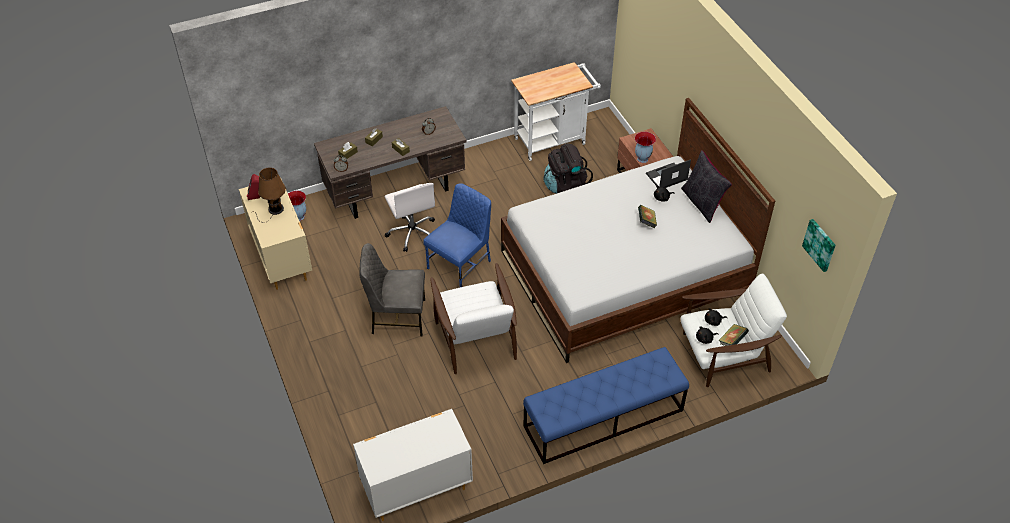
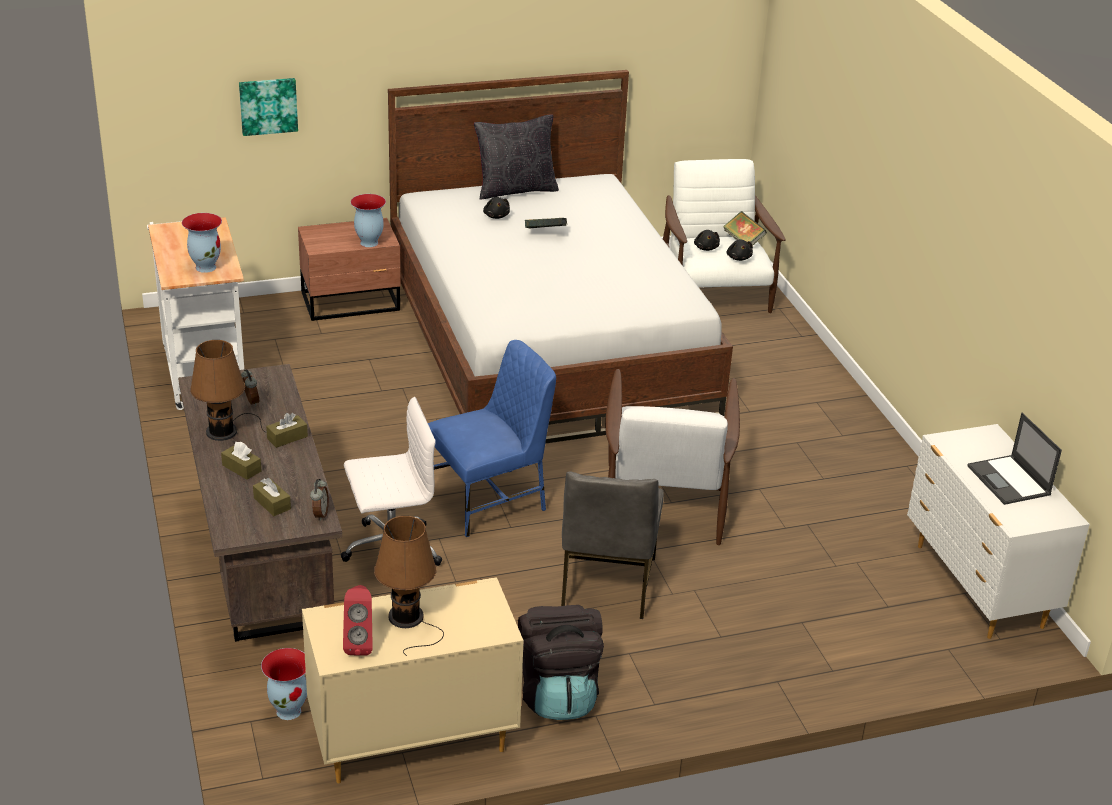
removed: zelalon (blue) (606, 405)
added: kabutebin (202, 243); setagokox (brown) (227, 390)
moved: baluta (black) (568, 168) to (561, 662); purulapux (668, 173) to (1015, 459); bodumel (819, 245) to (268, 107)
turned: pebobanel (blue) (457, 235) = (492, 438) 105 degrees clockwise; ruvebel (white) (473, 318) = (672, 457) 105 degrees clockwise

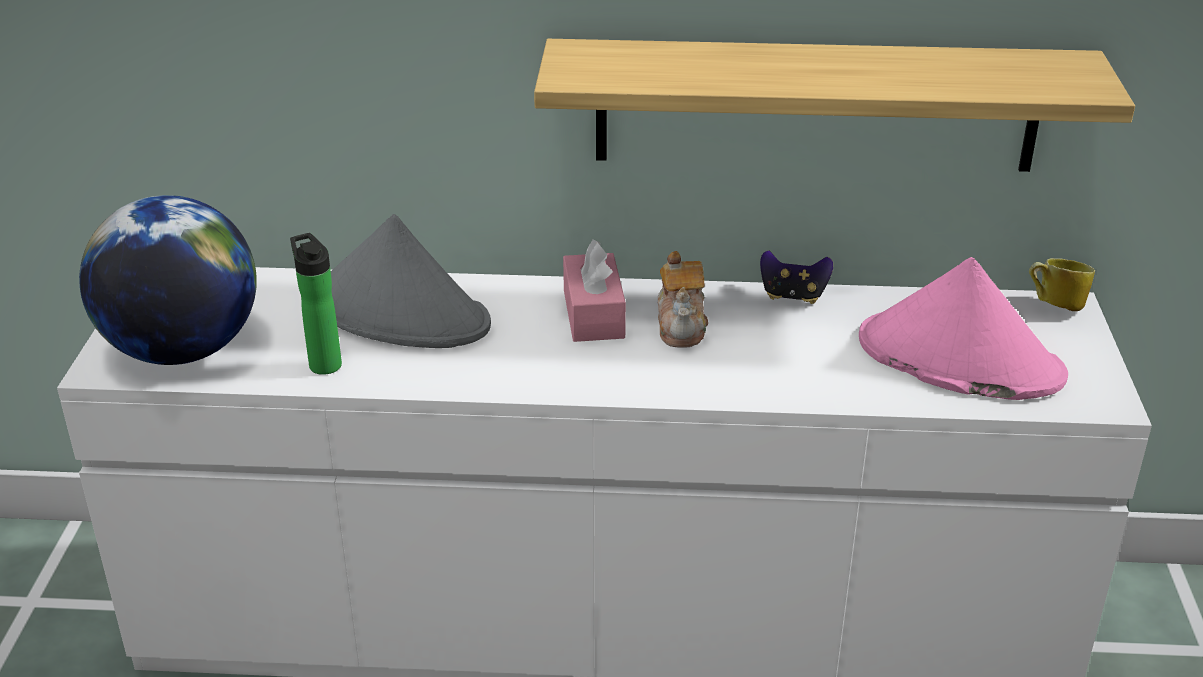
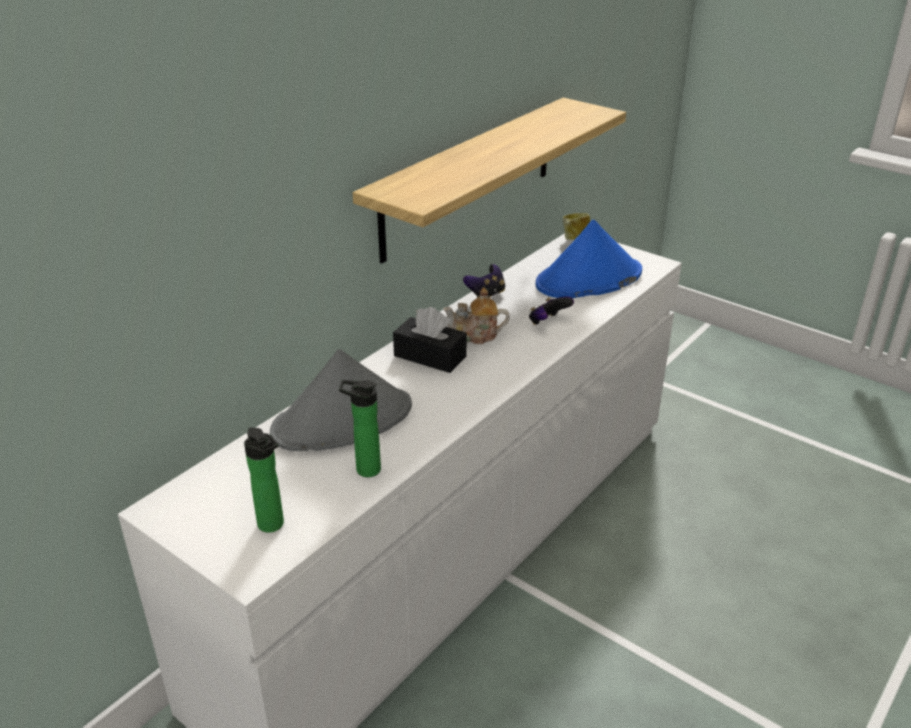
added: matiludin (551, 310)
replaced: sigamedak (168, 280) to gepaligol (264, 480)
recoloured: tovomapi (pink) (594, 290) to tovomapi (black) (430, 340); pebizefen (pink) (963, 328) to pebizefen (blue) (588, 259)
turned: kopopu (683, 299) = (476, 315) 150 degrees clockwise

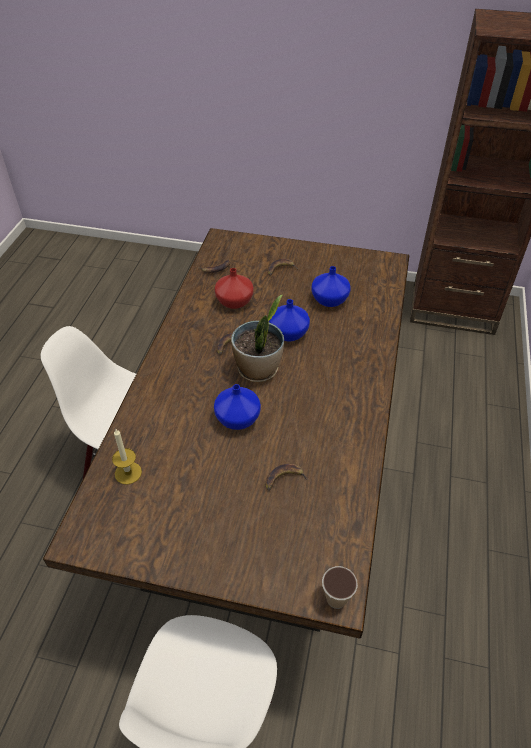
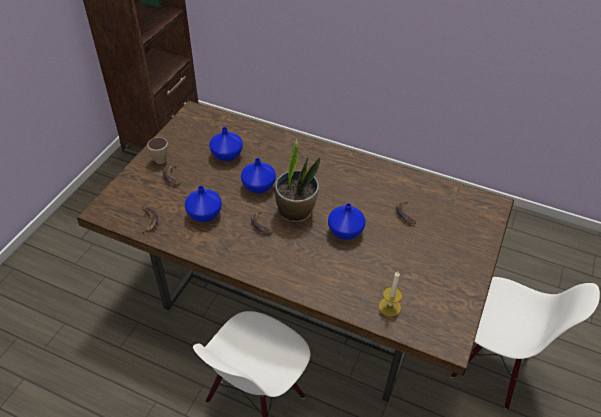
moved: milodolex (340, 587) to (157, 150)
recoloured: kabutebin (red) (234, 288) to kabutebin (blue) (203, 204)

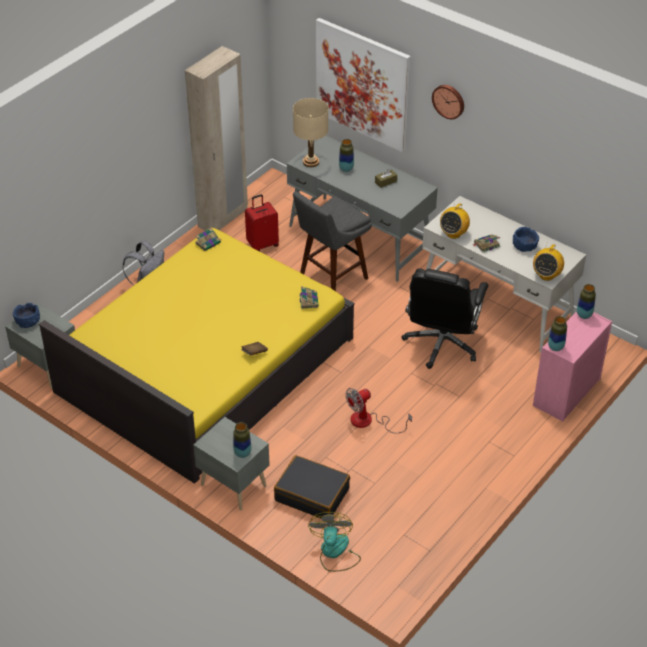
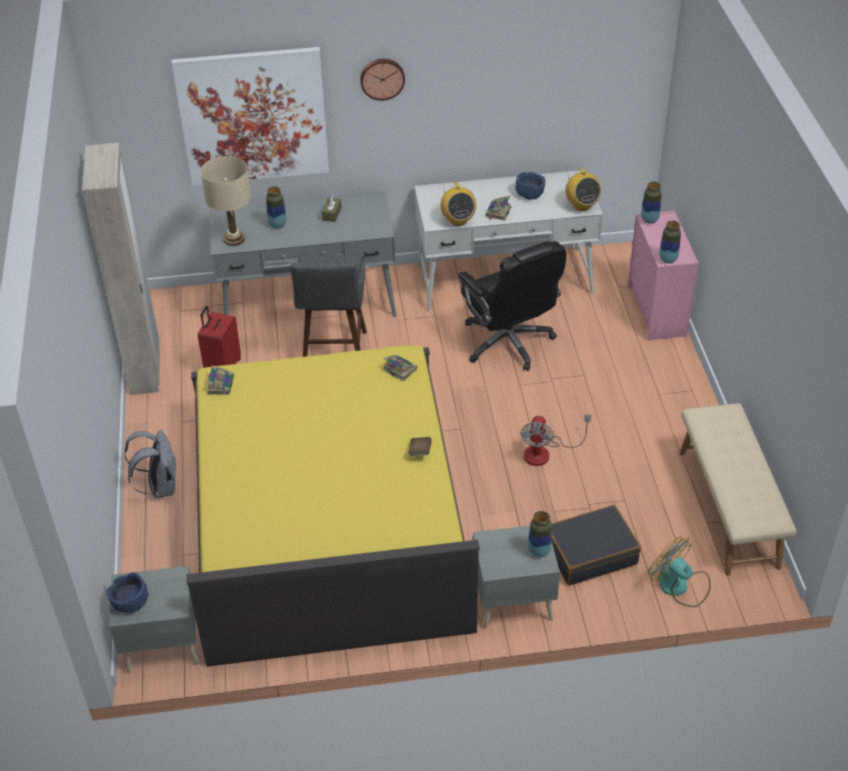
added: zelalon (beige) (738, 489)

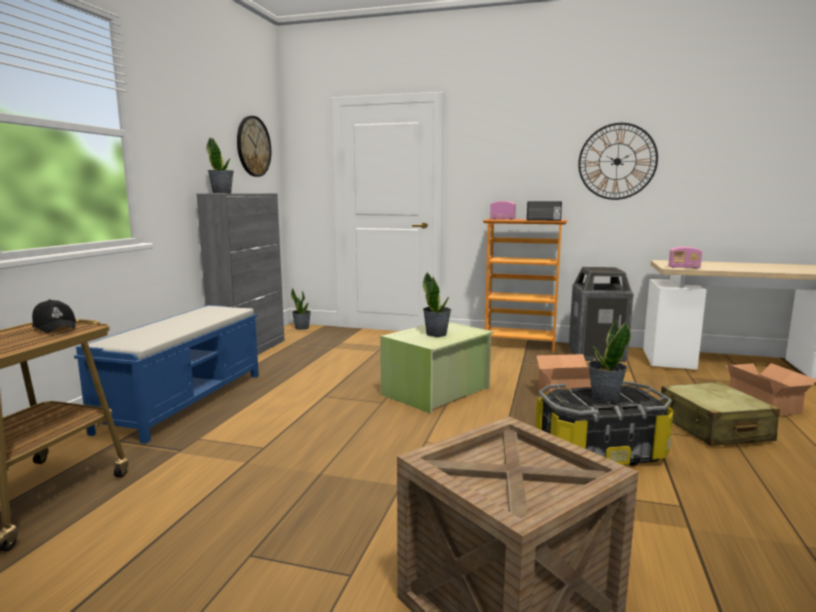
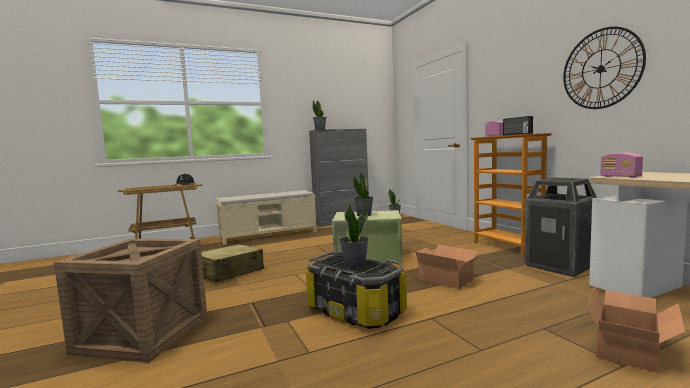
removed: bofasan (254, 146)
moved: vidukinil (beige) (720, 414) to (232, 263)
recoloured: zelalon (blue) (166, 374) to zelalon (beige) (266, 217)

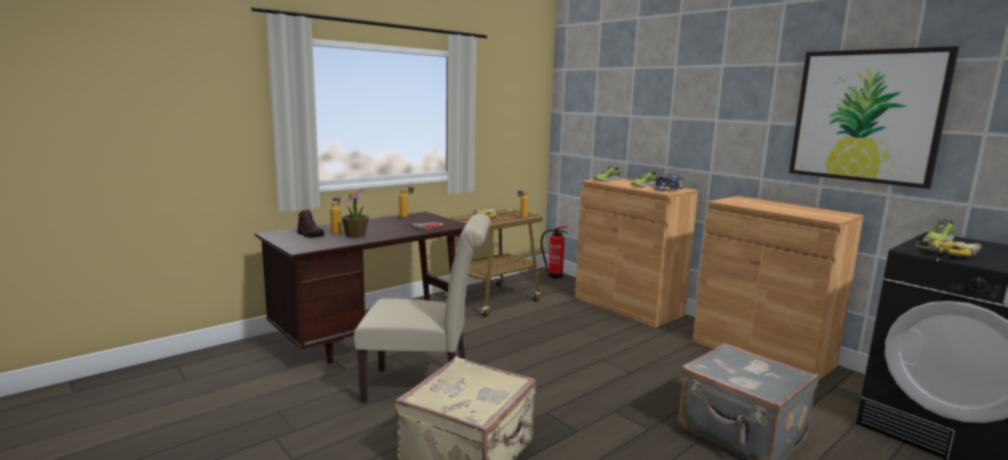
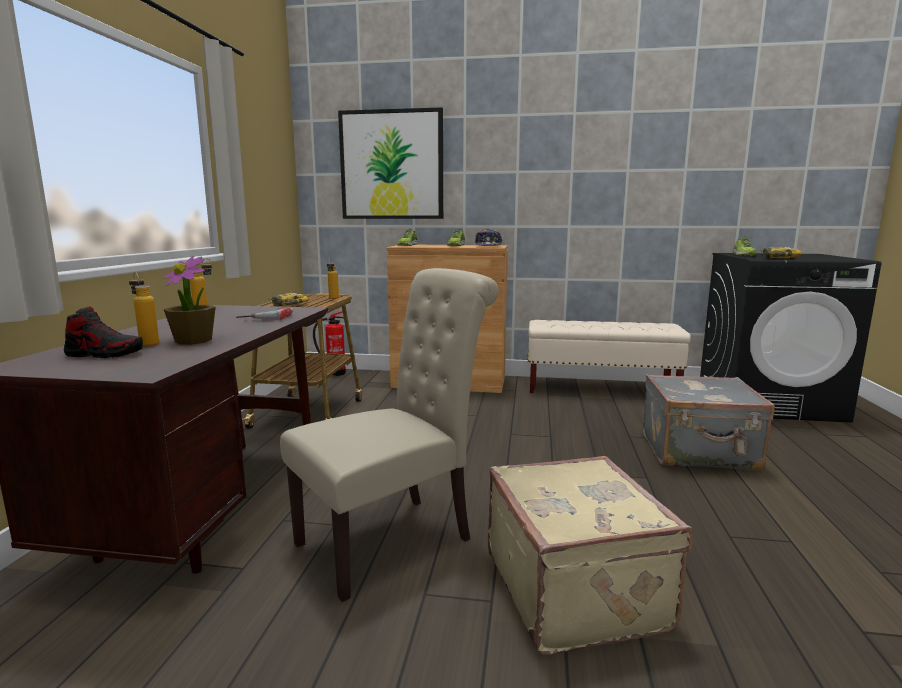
moved: bodumel (874, 117) to (390, 163)
replaced: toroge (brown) (778, 288) to zelalon (beige) (609, 356)

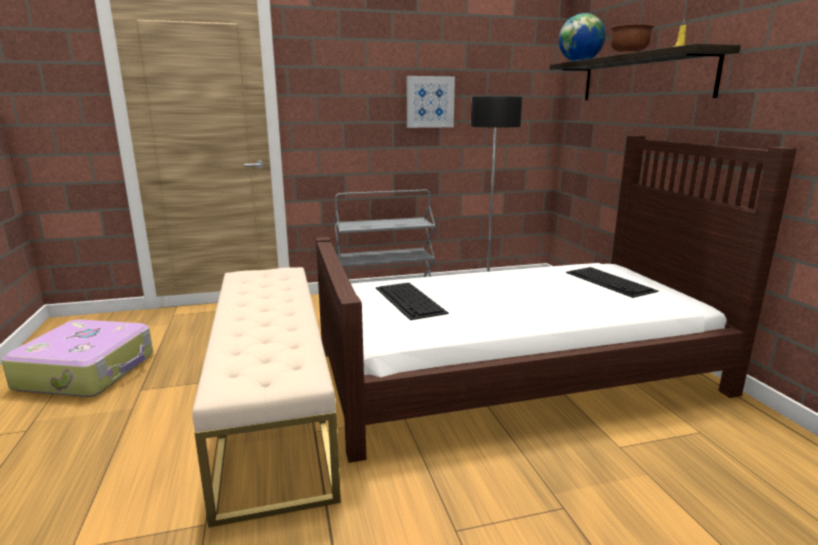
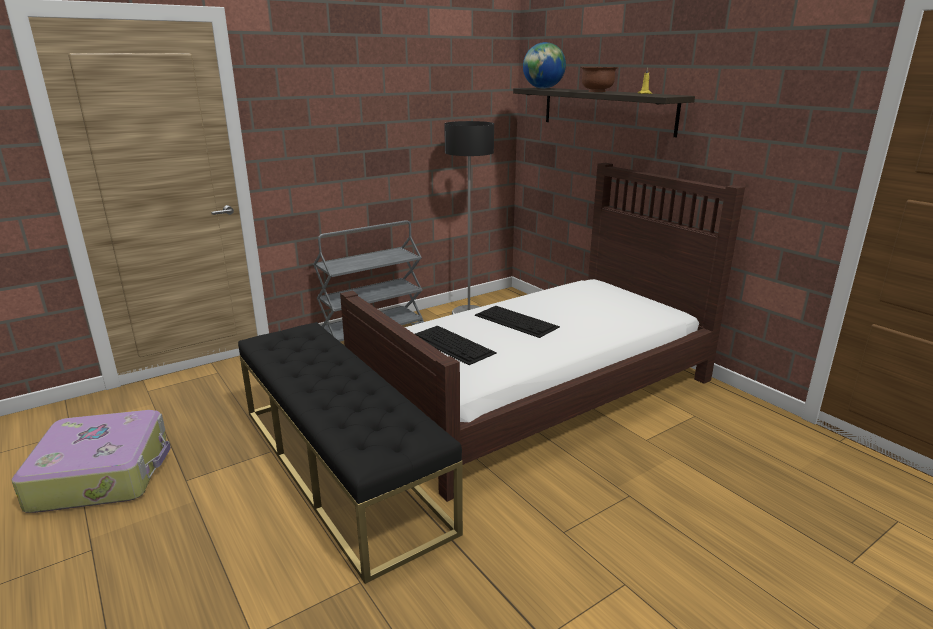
removed: bodumel (431, 102)
moved: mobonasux (612, 282) to (517, 322)
recoloured: zelalon (beige) (266, 397) to zelalon (black) (350, 453)

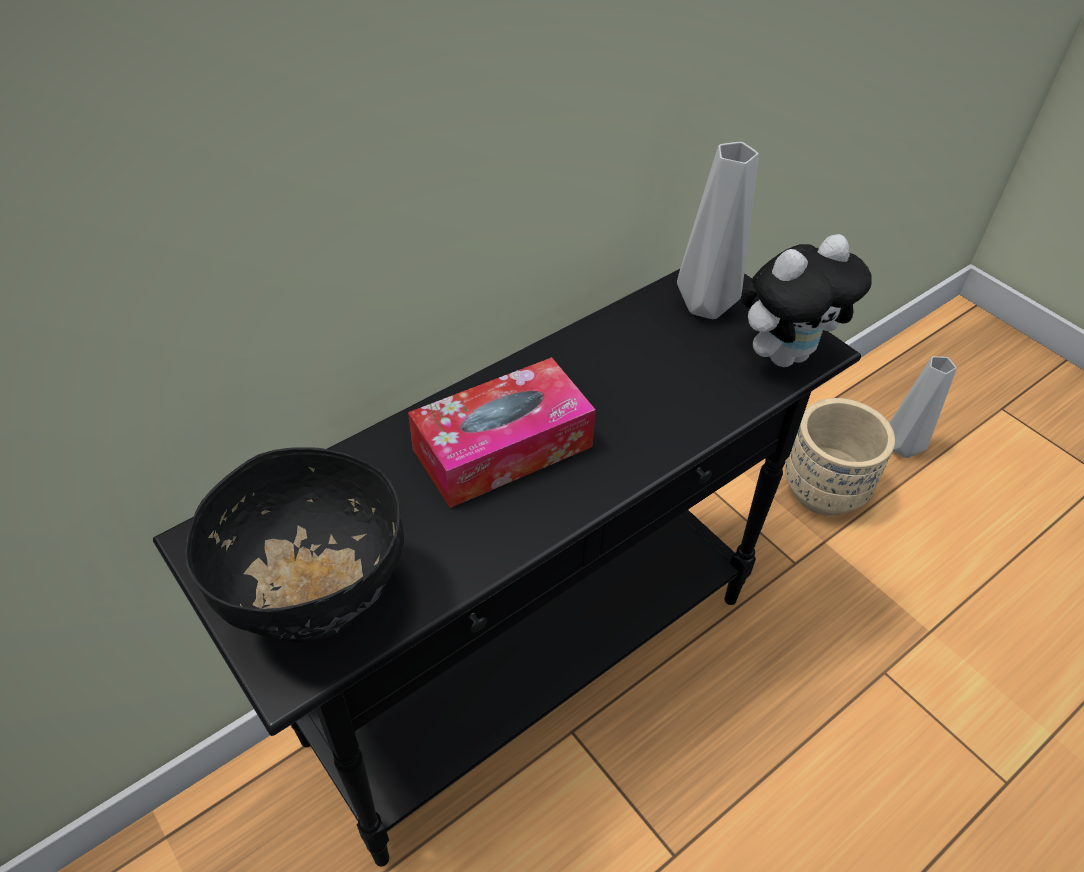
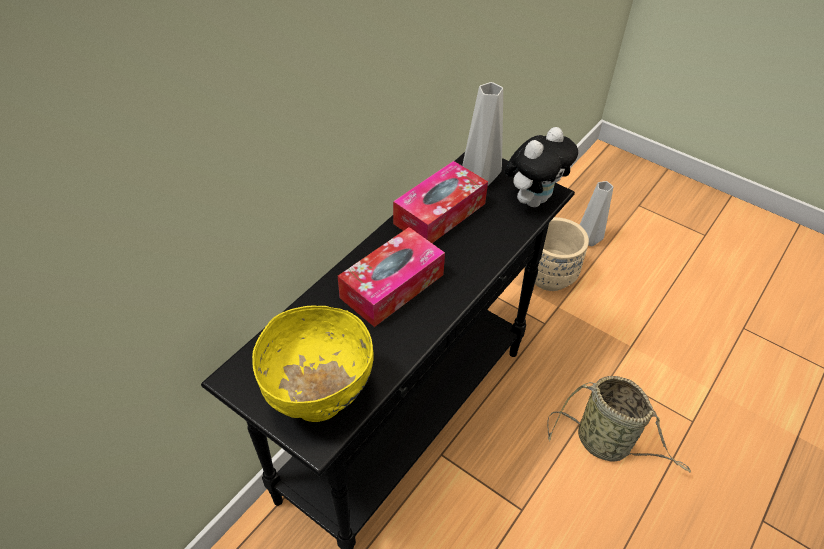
added: tovomapi (440, 202); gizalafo (619, 424)
recoloured: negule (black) (294, 545) to negule (yellow) (313, 364)

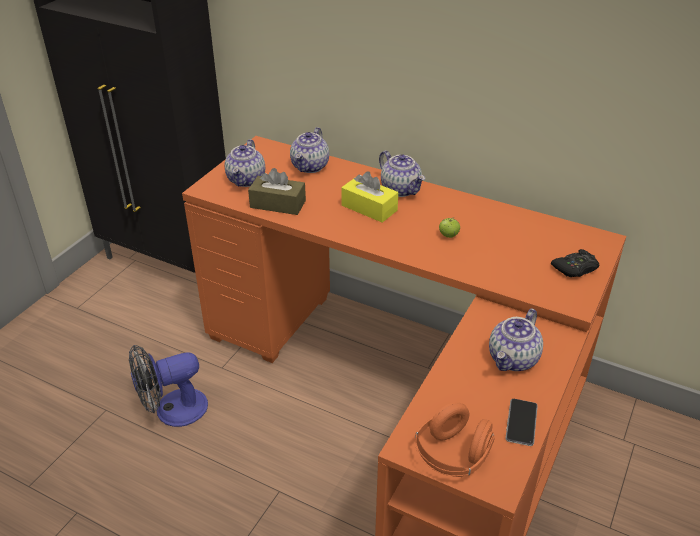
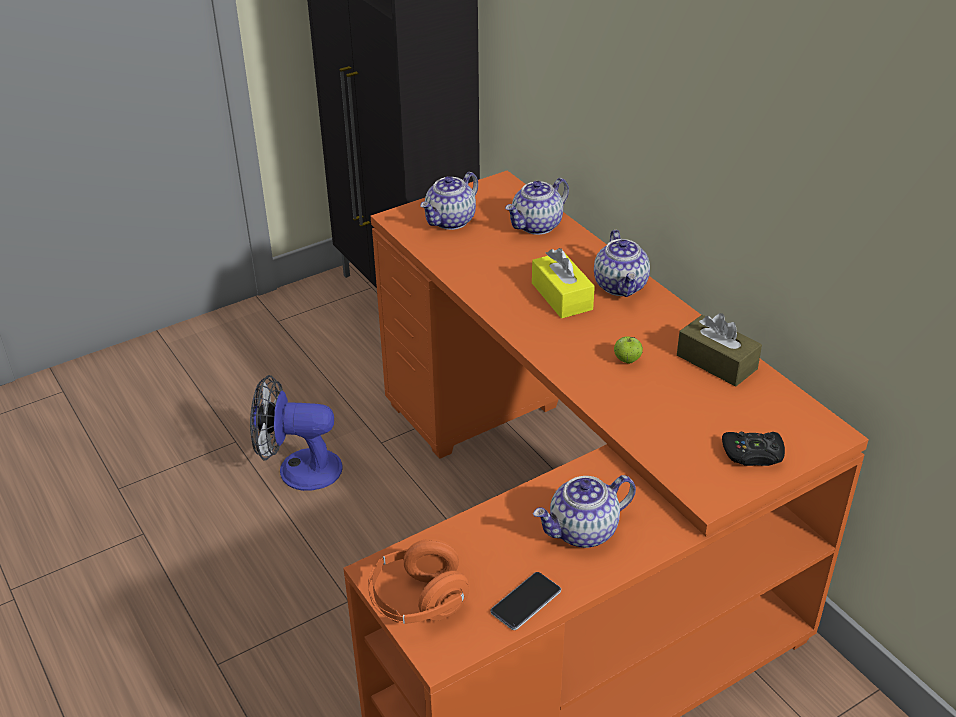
moved: tovomapi (brown) (277, 191) to (719, 350)

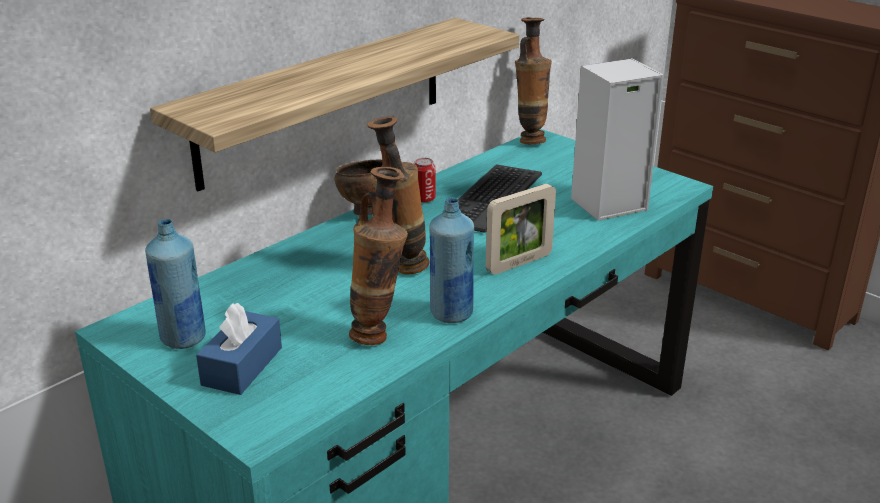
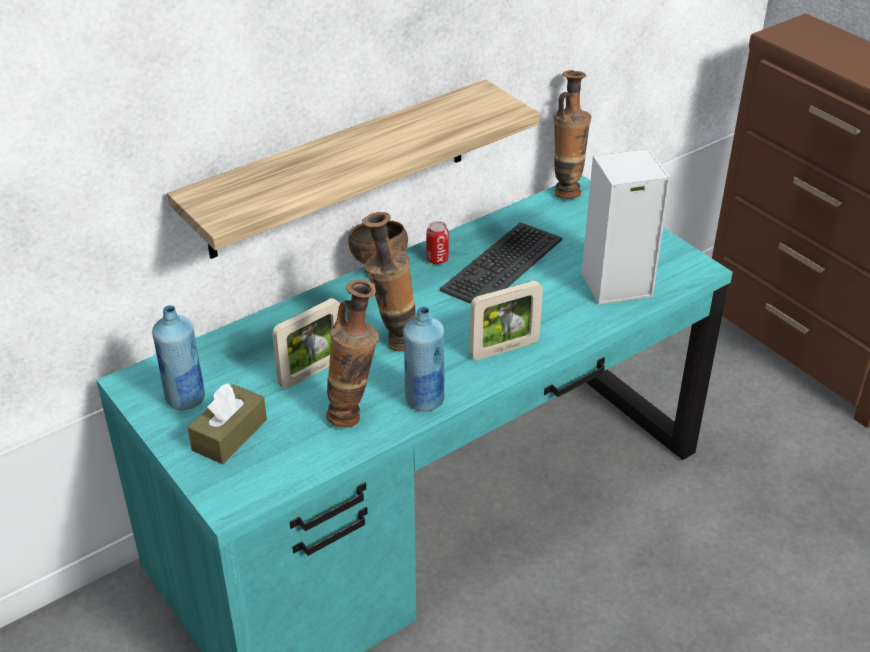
added: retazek (306, 343)
recoloured: tovomapi (blue) (239, 349) to tovomapi (brown) (227, 423)

